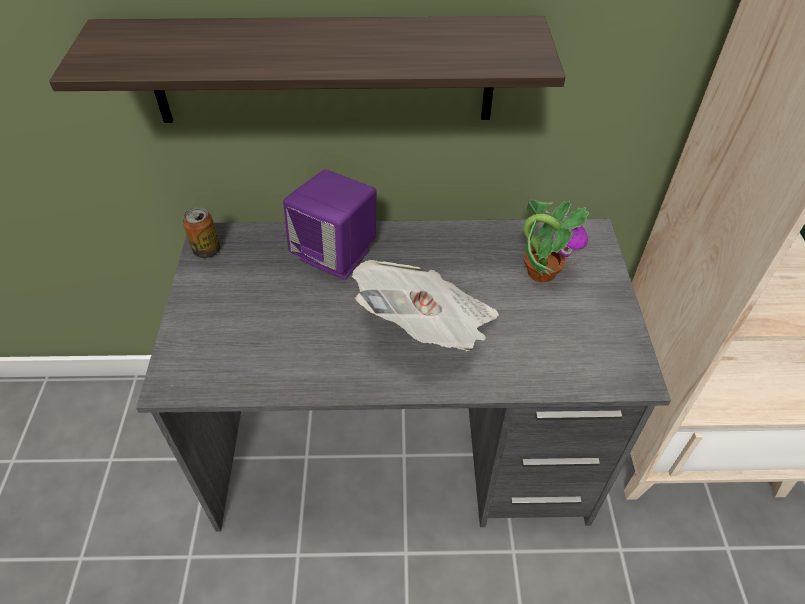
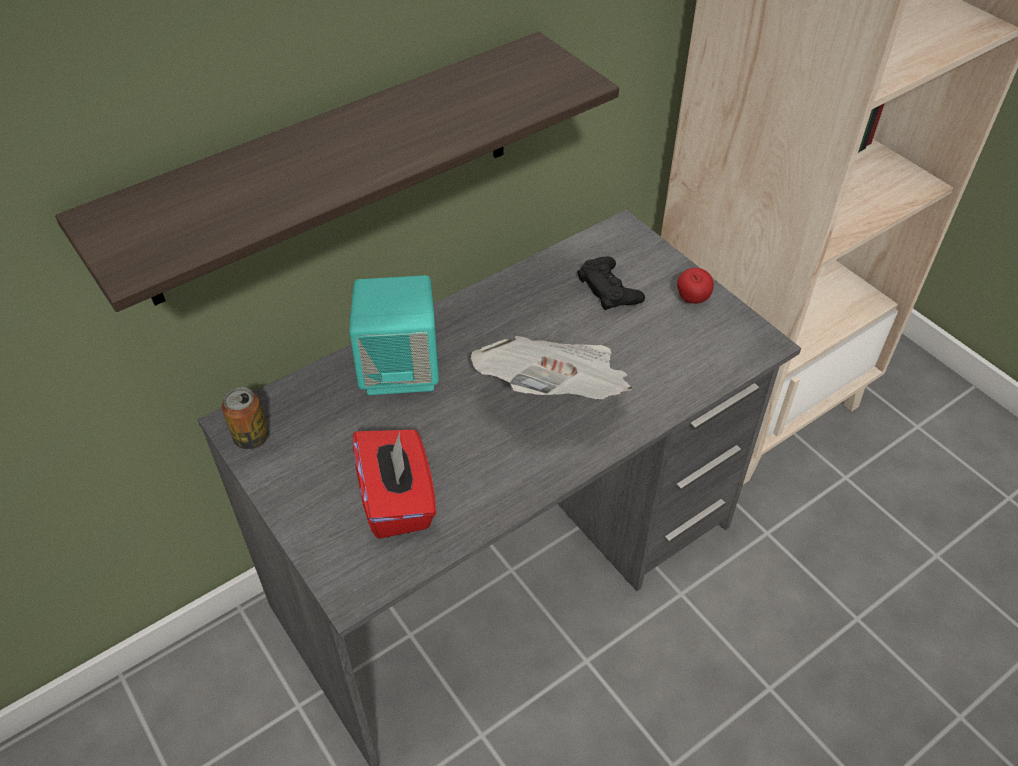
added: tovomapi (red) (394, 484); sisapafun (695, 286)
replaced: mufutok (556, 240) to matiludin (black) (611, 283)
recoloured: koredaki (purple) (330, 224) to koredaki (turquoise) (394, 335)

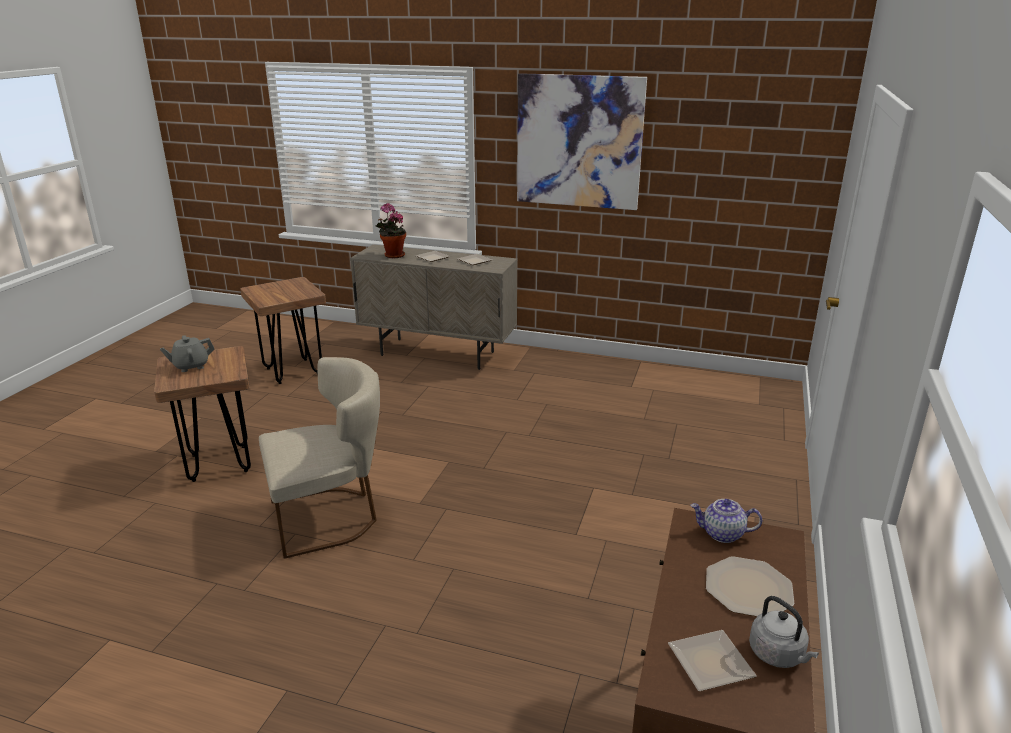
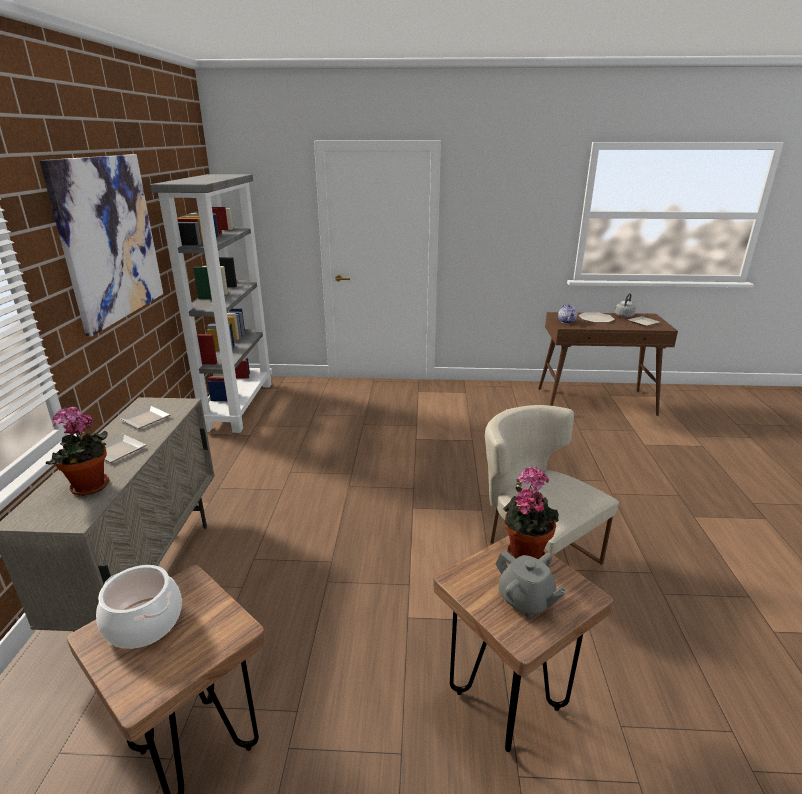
added: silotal (139, 607); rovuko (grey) (211, 303); mufutok (531, 513)

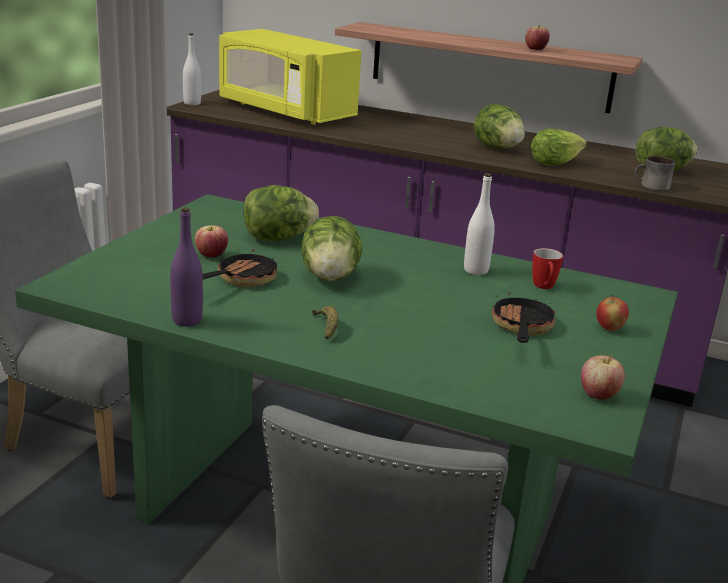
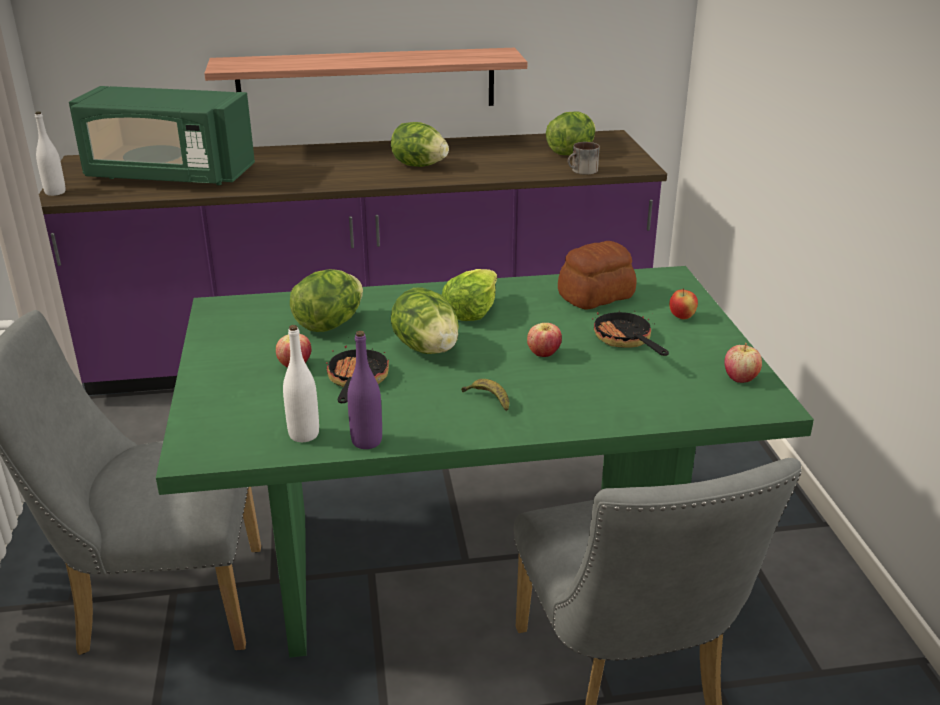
moved: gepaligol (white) (479, 224) to (301, 383); sisapafun (537, 37) to (544, 340); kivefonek (559, 147) to (469, 295)
replaced: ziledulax (547, 268) to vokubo (597, 275)
recoloured: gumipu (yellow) (290, 77) to gumipu (green) (162, 135)

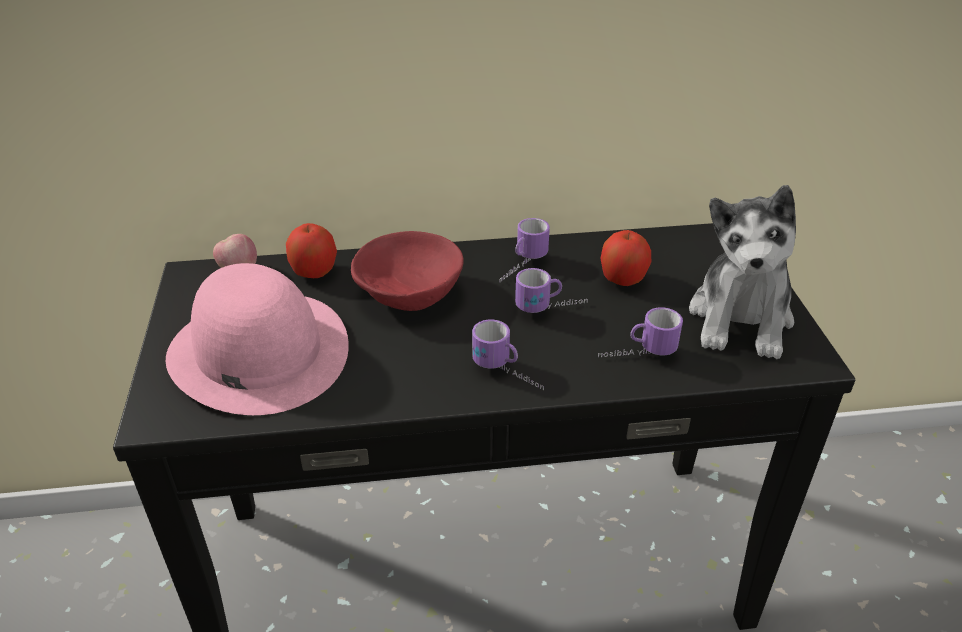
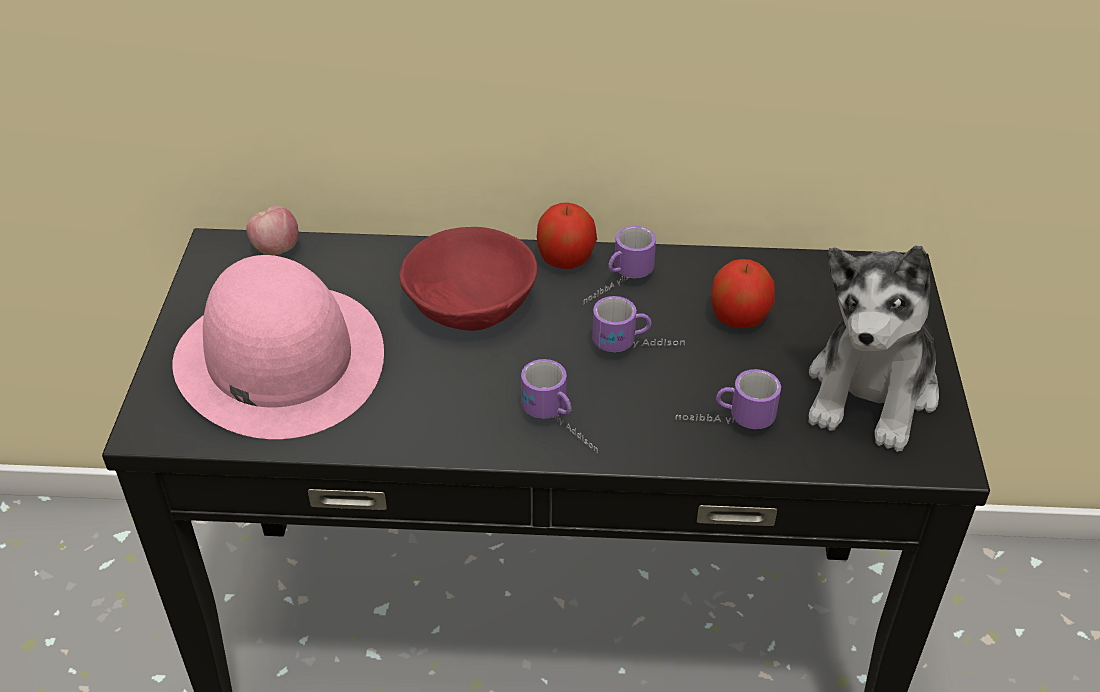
moved: sisapafun (311, 250) to (567, 235)

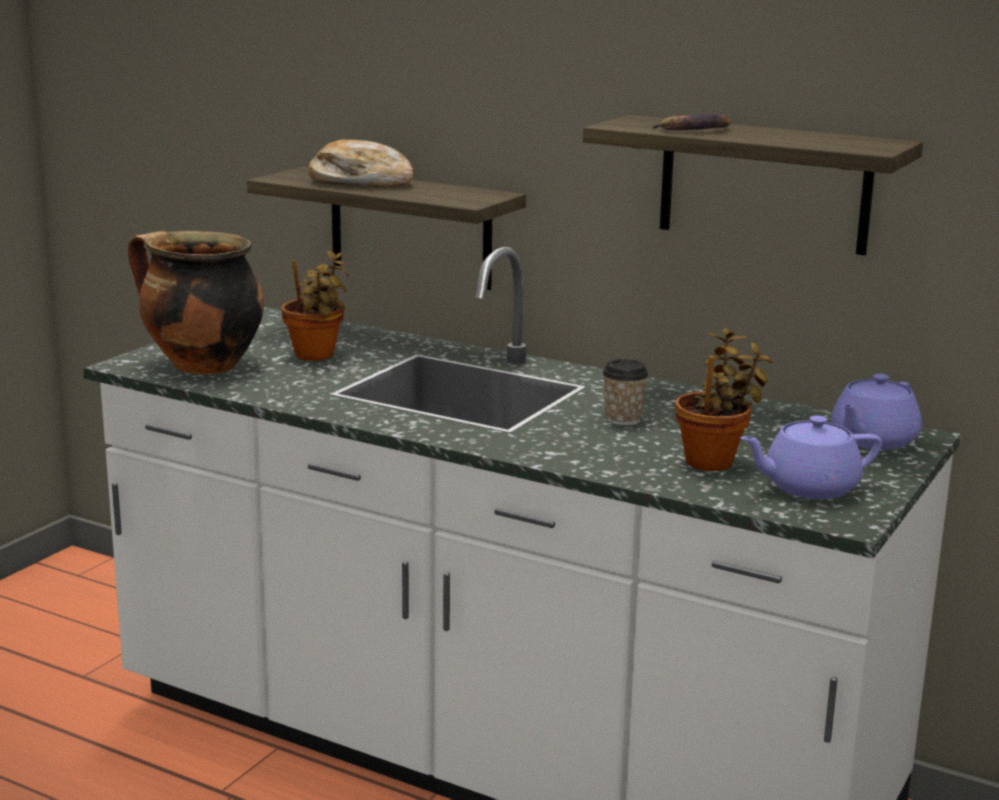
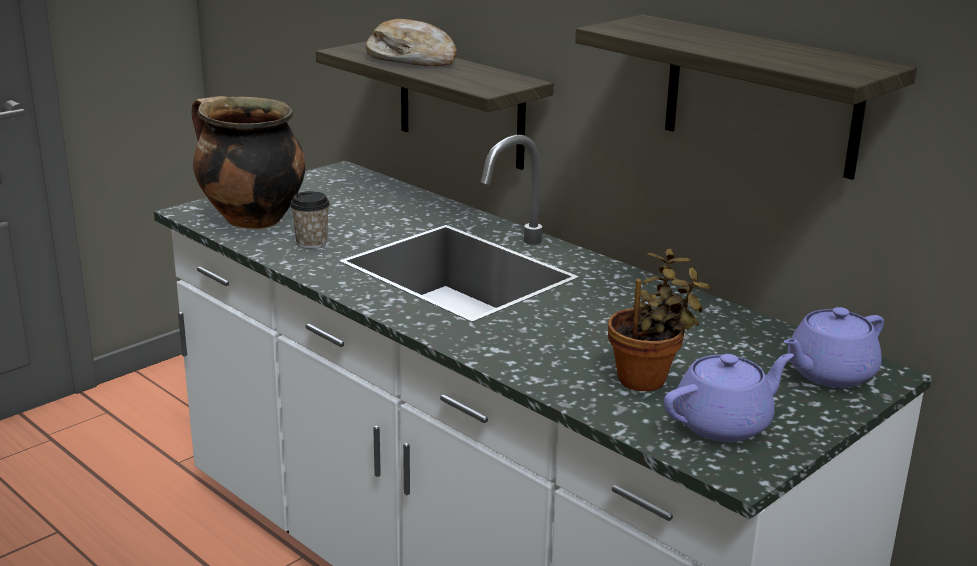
removed: mufutok (315, 306); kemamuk (690, 122)
moved: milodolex (625, 392) to (310, 220)
turned: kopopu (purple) (811, 457) = (729, 397) 150 degrees clockwise

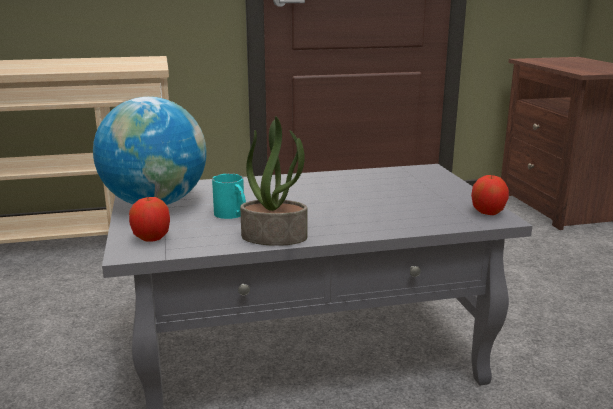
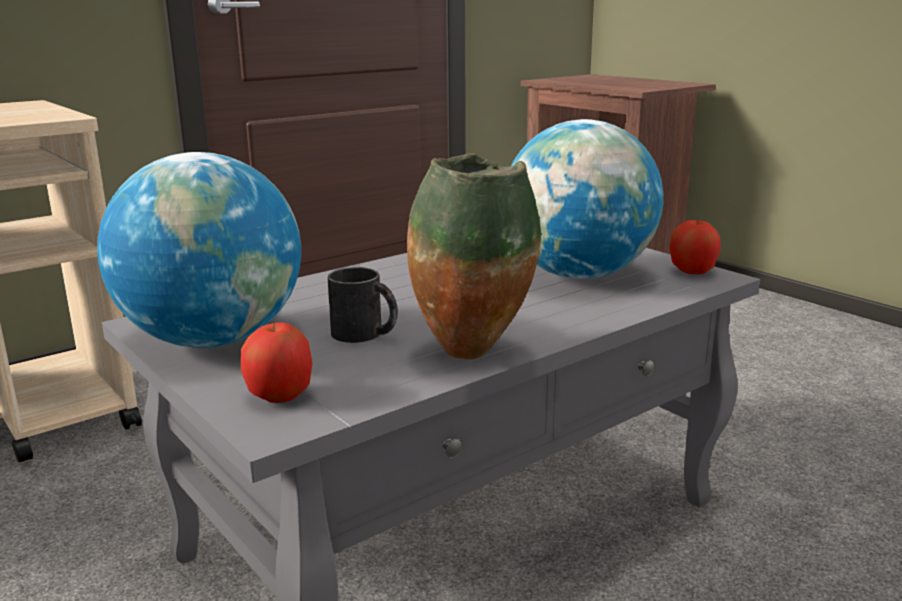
added: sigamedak (587, 199)
replaced: mufutok (273, 181) to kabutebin (474, 256)
recoloured: ziledulax (turquoise) (229, 196) to ziledulax (black) (362, 305)

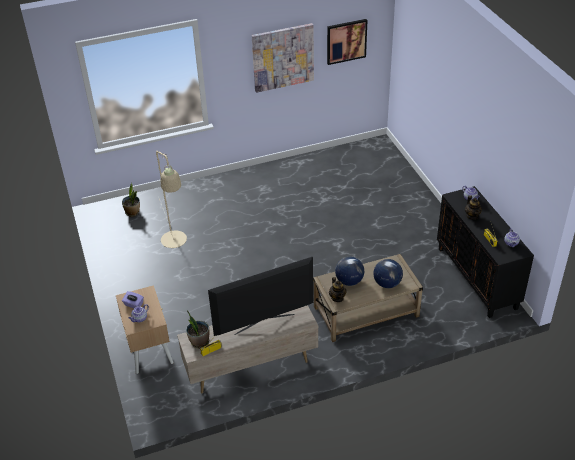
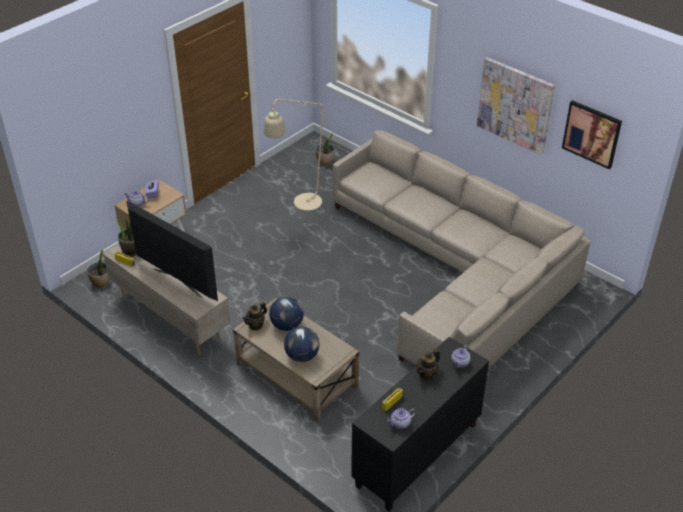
added: mufutok (98, 268); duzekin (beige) (462, 249)

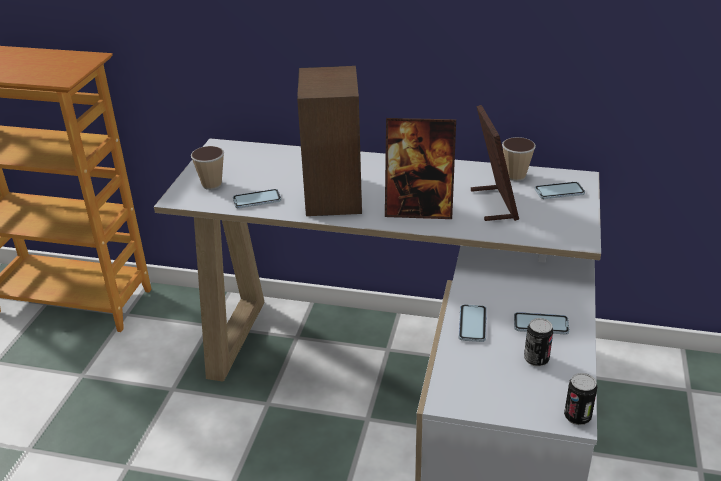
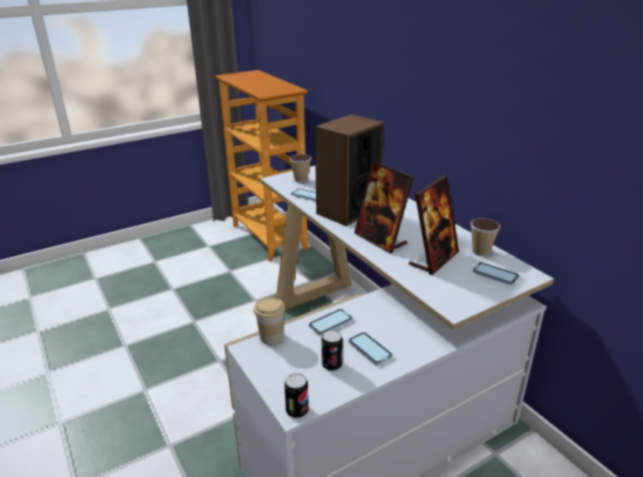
added: milodolex (269, 321)

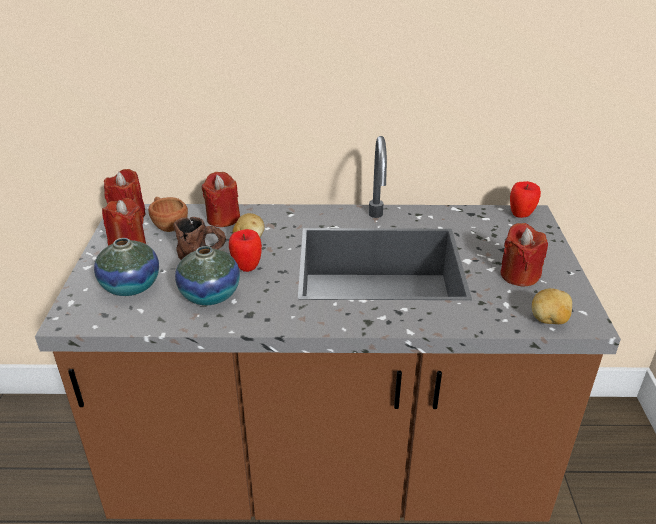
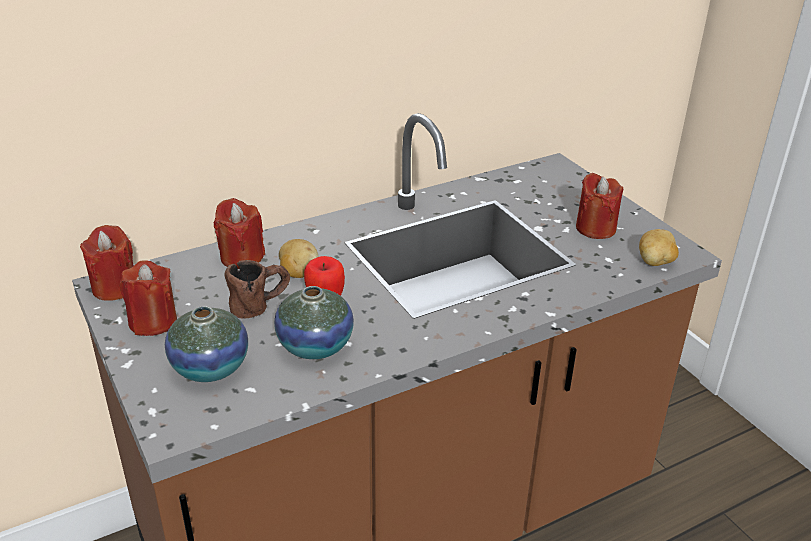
removed: milodolex (brown) (168, 214); sisapafun (525, 199)

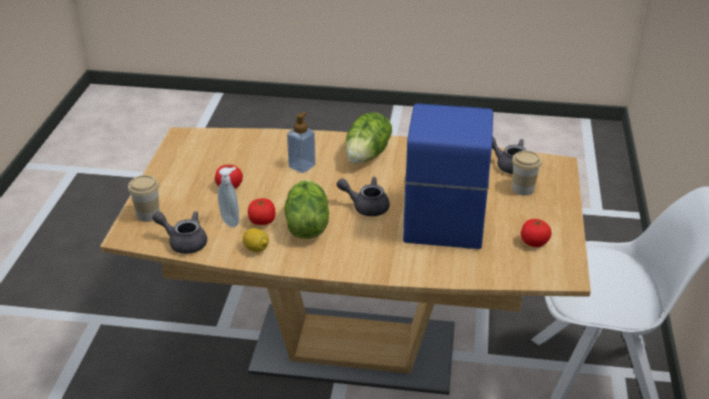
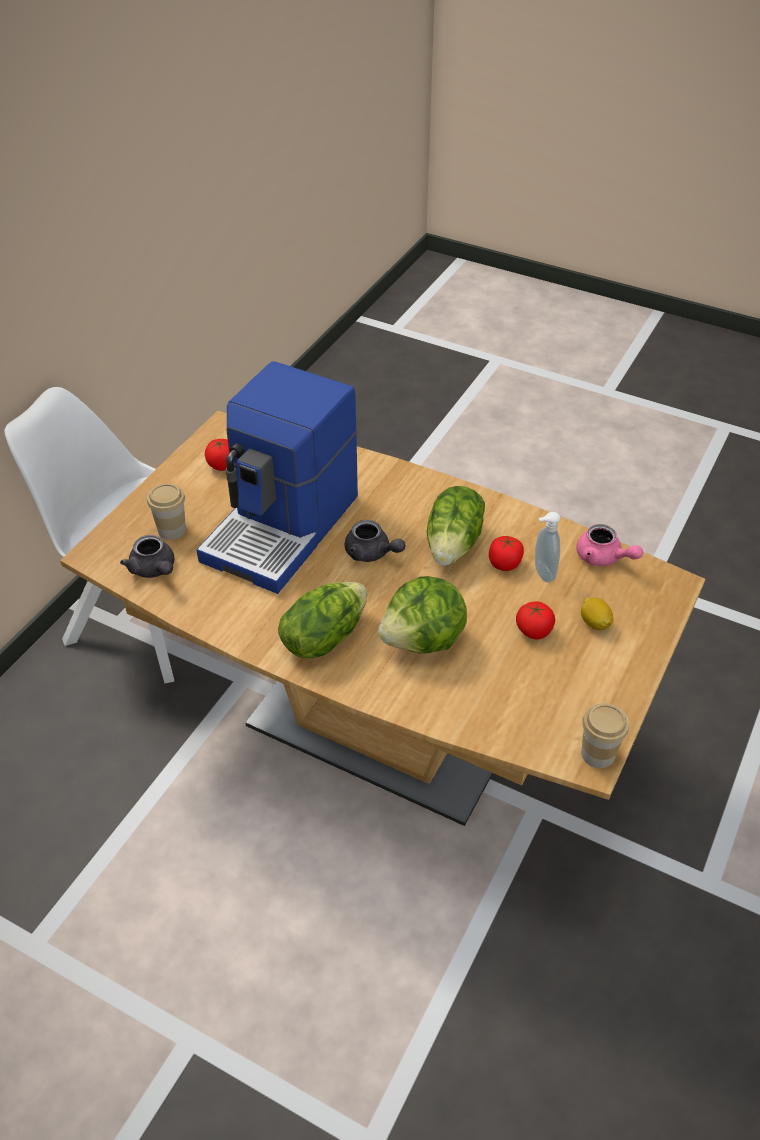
moved: milodolex (144, 198) to (605, 735); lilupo (256, 240) to (597, 614)
replaced: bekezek (301, 142) to kivefonek (422, 615)
recoloured: kopopu (grey) (179, 232) to kopopu (pink) (609, 545)

